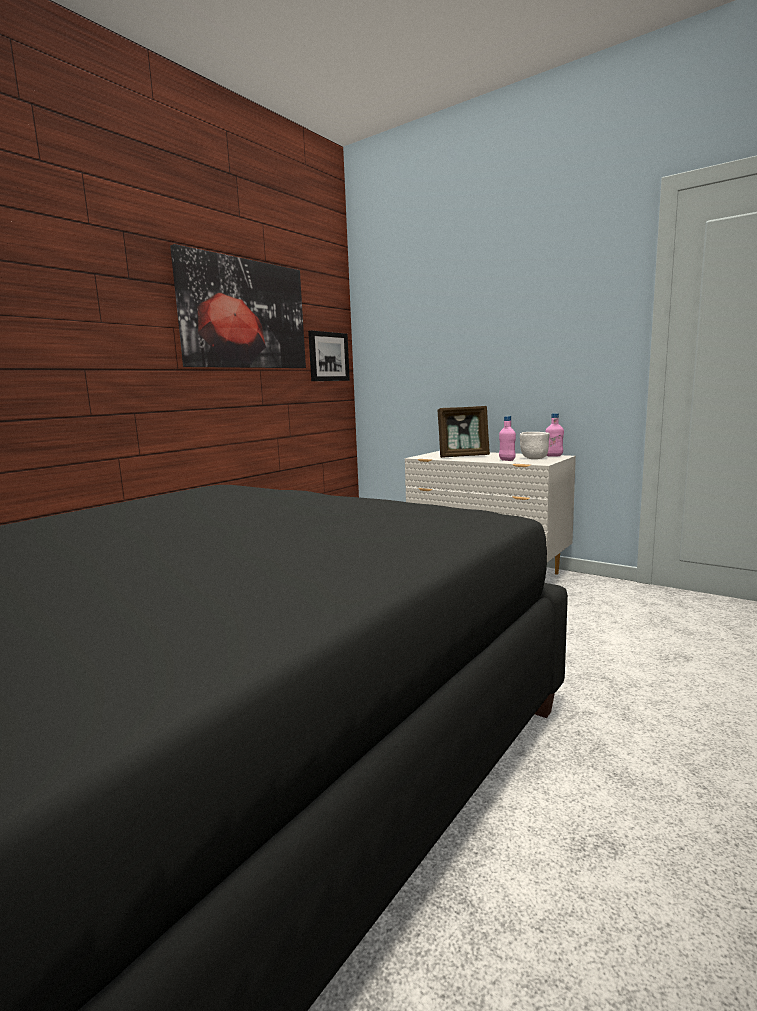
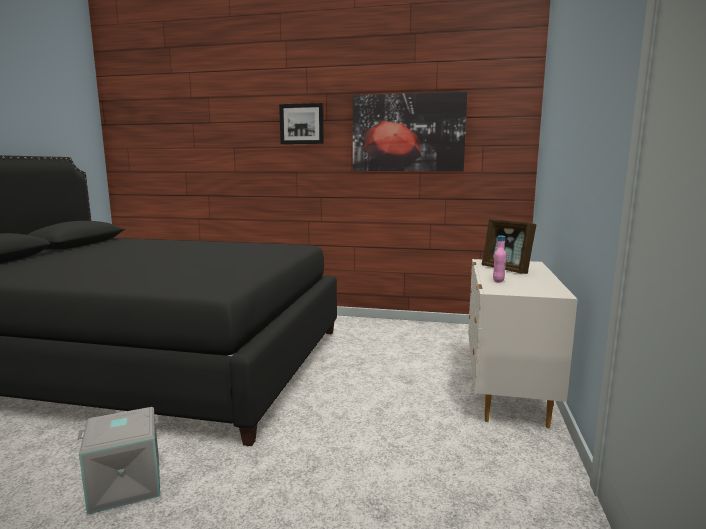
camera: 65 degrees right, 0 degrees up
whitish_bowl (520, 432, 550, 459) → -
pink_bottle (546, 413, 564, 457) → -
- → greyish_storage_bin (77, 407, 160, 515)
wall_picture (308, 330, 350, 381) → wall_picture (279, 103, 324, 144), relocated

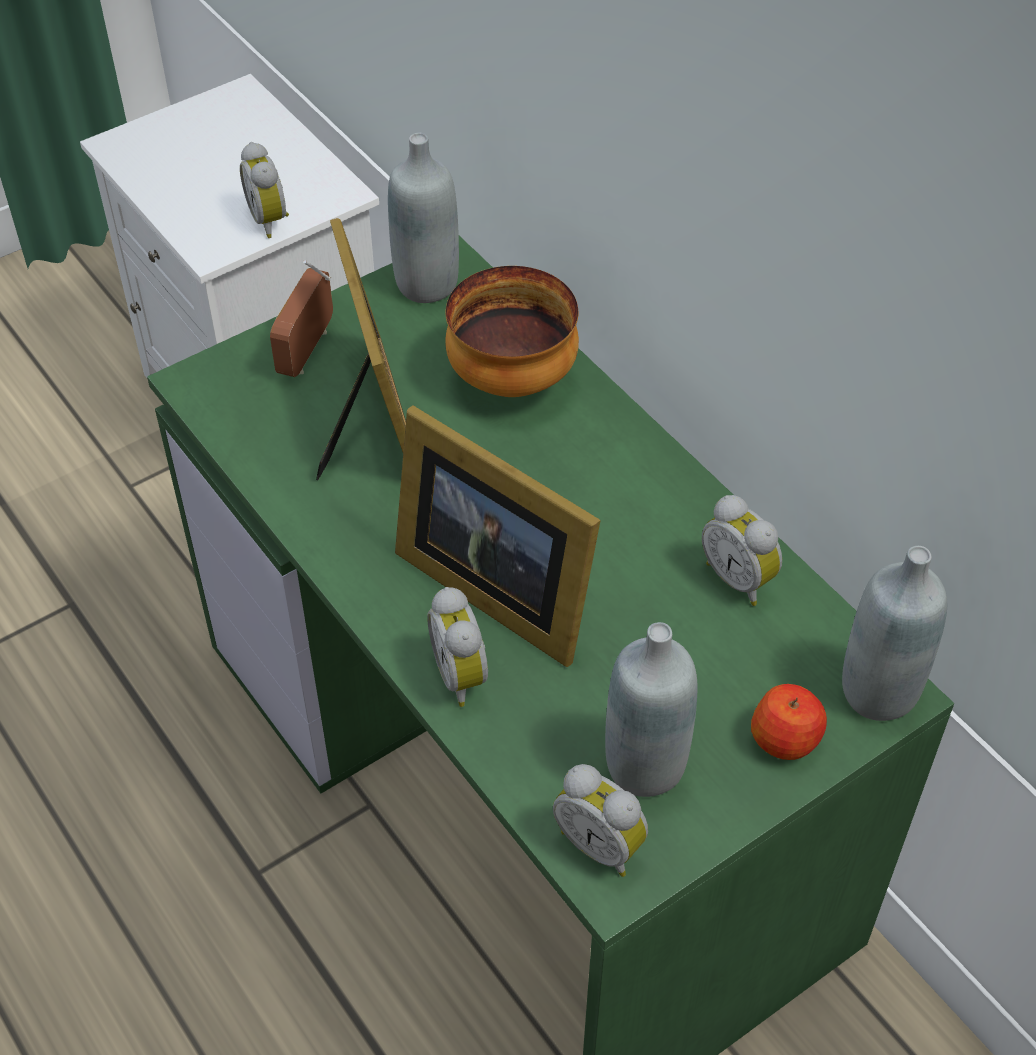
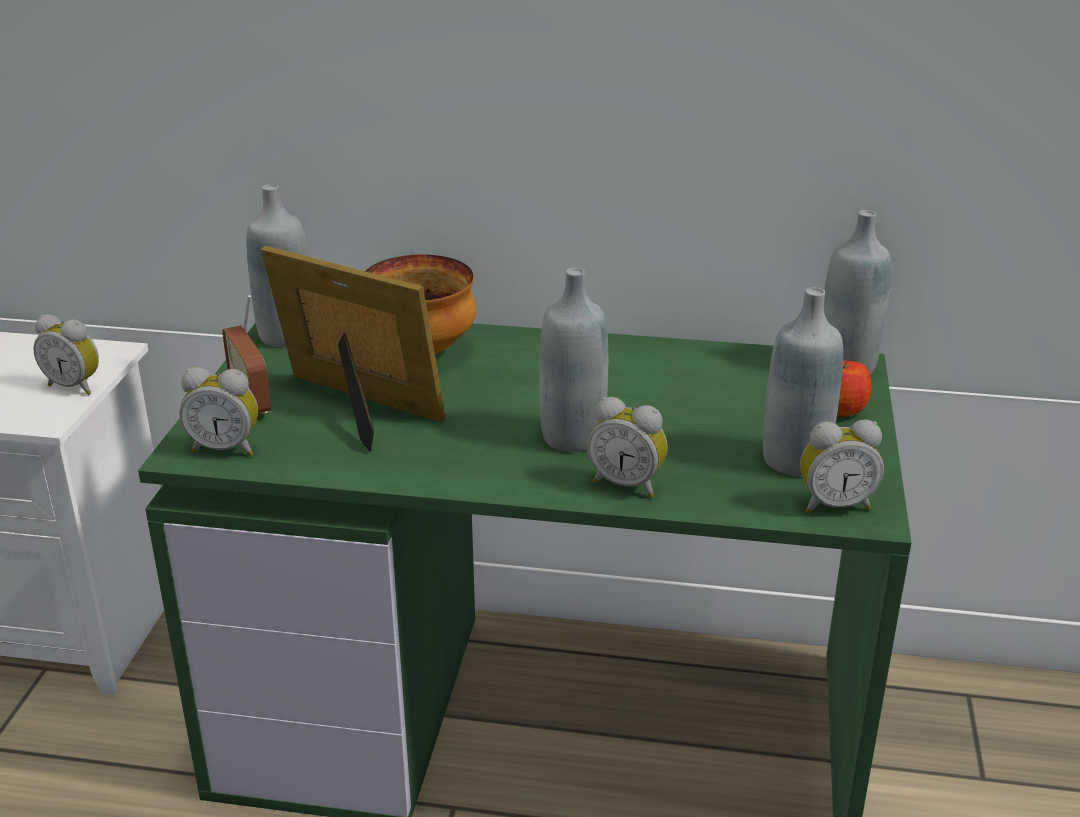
camera: 45 degrees left, 20 degrees down
table_clock (702, 495, 782, 606) → table_clock (179, 367, 258, 456), relocated
picture_frame (395, 405, 601, 667) → greyish_bottle (539, 268, 608, 452)

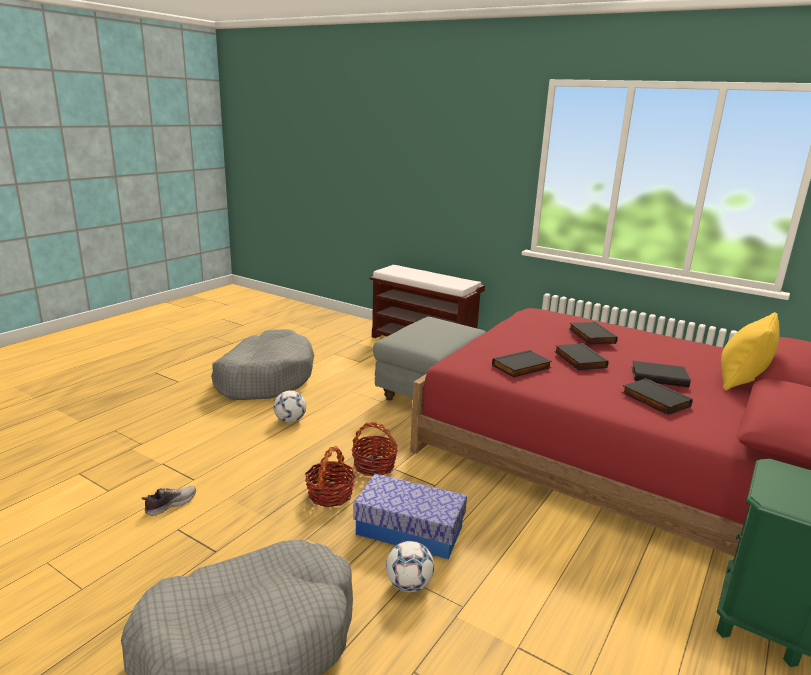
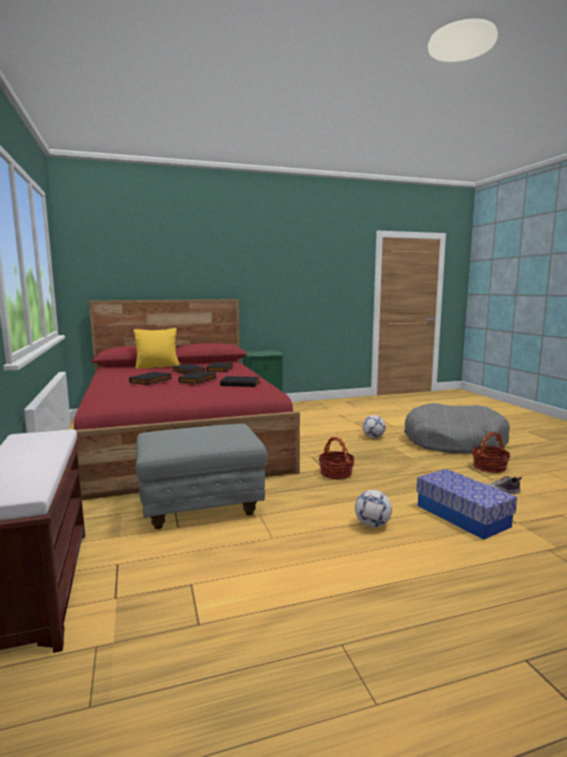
camera: 140 degrees left, 10 degrees down
greyish_pet_bed (211, 329, 314, 400) → -
storage_basket (305, 446, 356, 507) → storage_basket (472, 432, 510, 473), relocated
storage_bin (353, 474, 467, 559) → storage_bin (416, 469, 517, 540), relocated

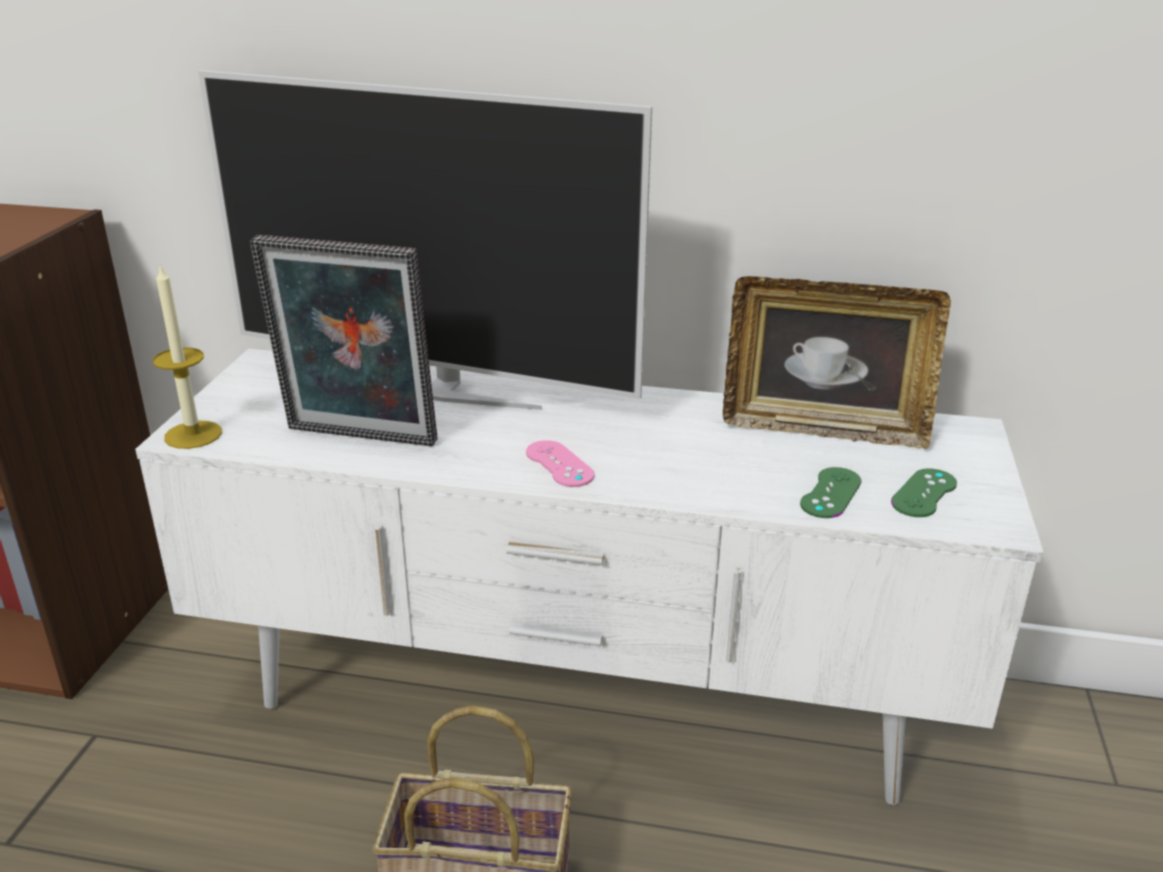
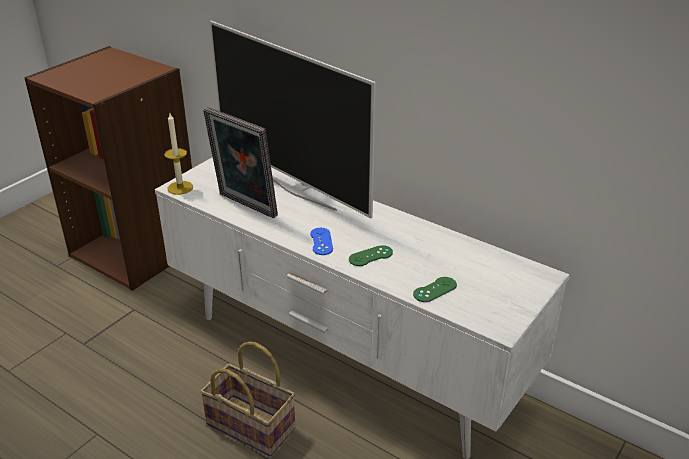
camera: 25 degrees right, 5 degrees up
picture_frame (723, 276, 951, 449) → -
greenish_game_controller (891, 469, 957, 517) → greenish_game_controller (349, 245, 393, 266), relocated
pink_game_controller (526, 440, 595, 487) → blue_game_controller (310, 228, 333, 255)

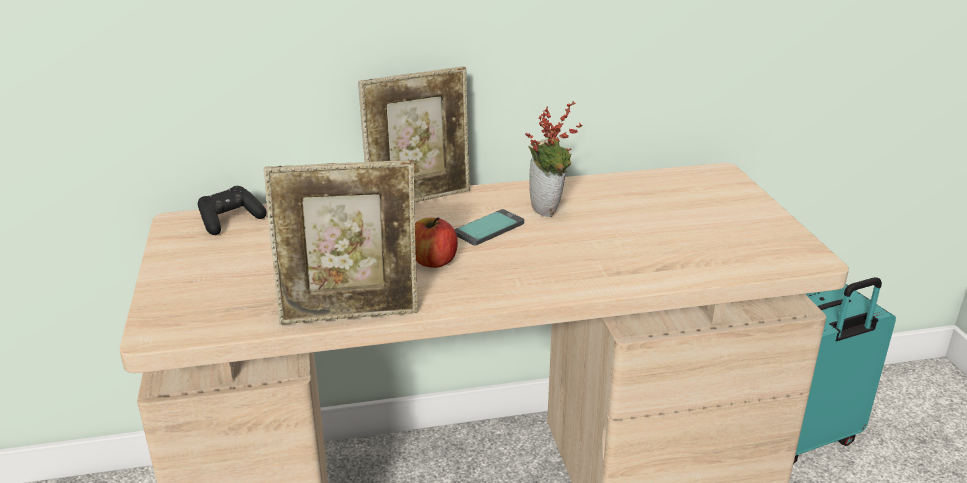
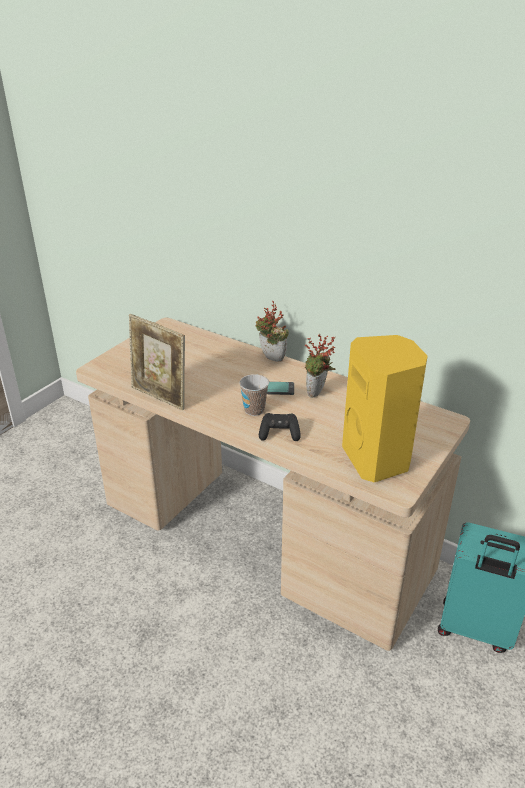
camera: 45 degrees right, 5 degrees up
whole_apple (415, 217, 458, 268) → -
- → cup (239, 374, 269, 416)
- → yellow_speaker (342, 335, 428, 482)
black-coloured_game_controller (198, 186, 267, 235) → black-coloured_game_controller (259, 413, 301, 441), relocated
picture_frame (358, 67, 470, 203) → houseplant (255, 301, 289, 362)

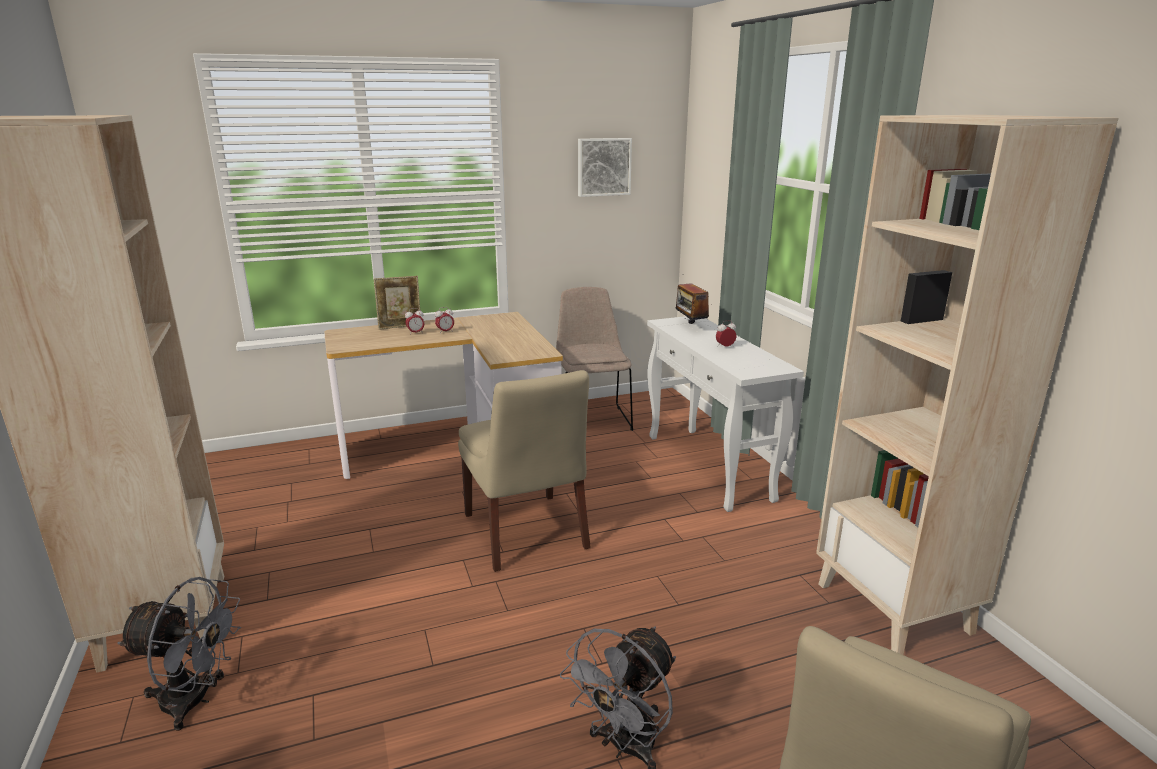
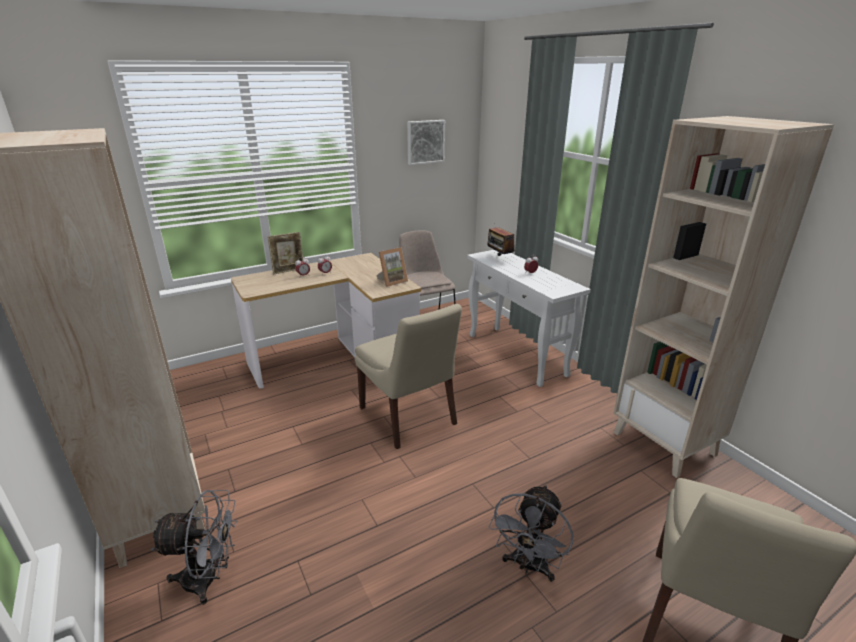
camera: 10 degrees left, 5 degrees up
- → picture_frame (376, 247, 408, 287)

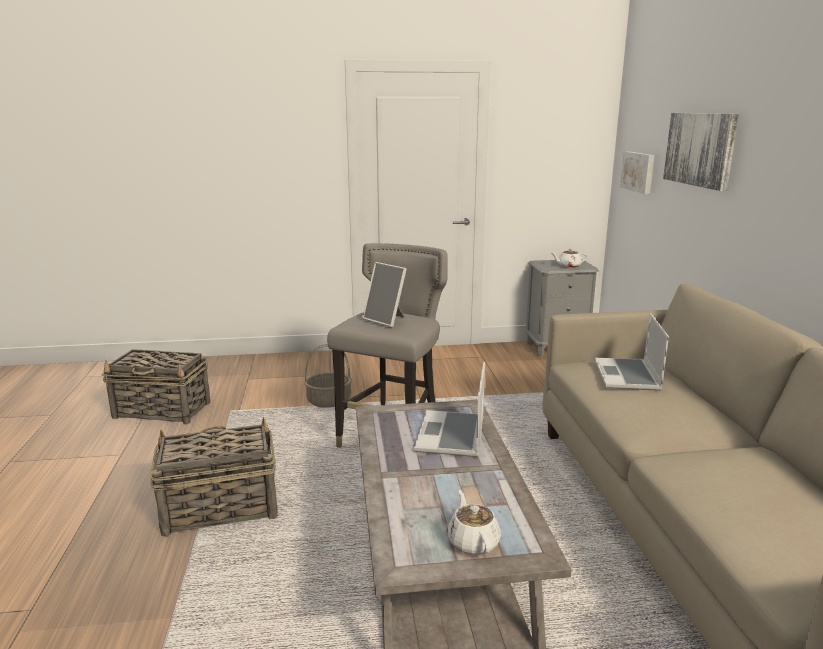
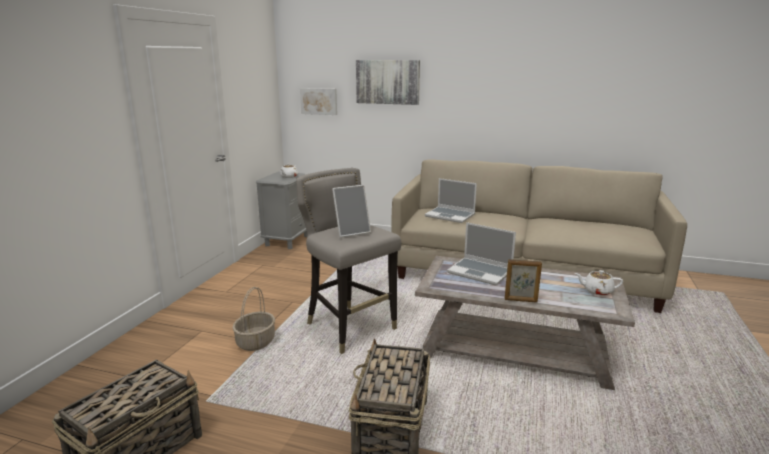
camera: 65 degrees left, 0 degrees up
- → picture_frame (505, 259, 542, 303)

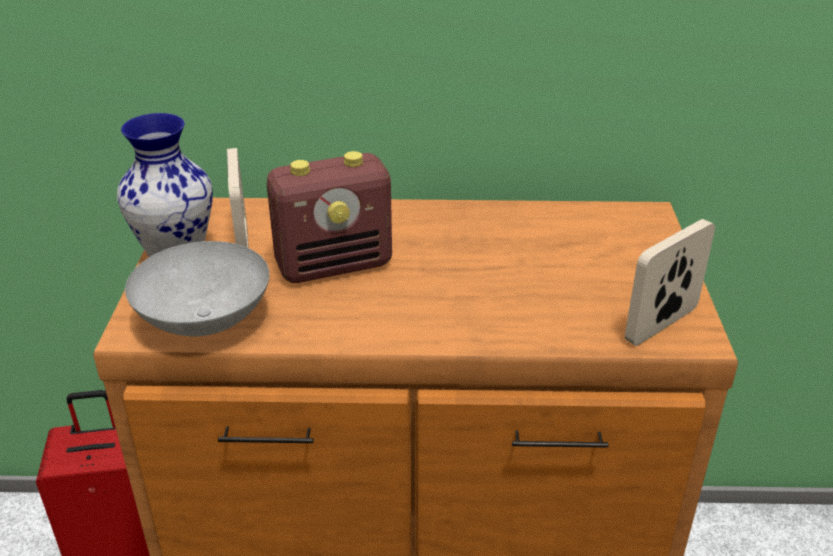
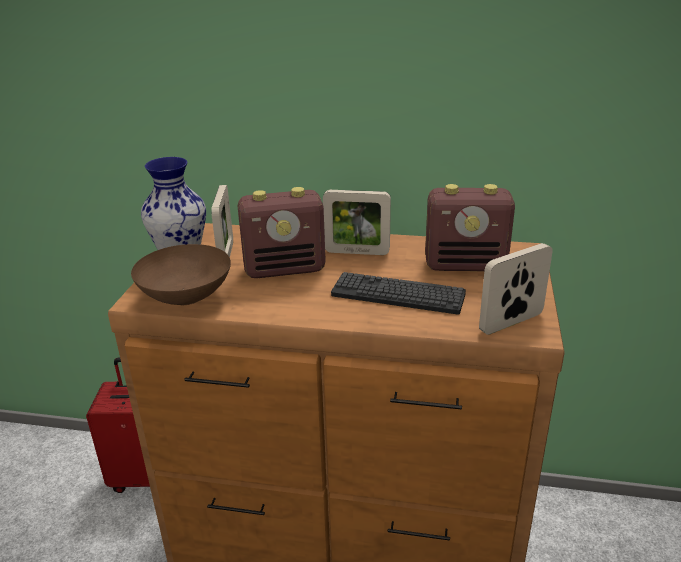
camera: 10 degrees right, 5 degrees down
- → picture_frame (323, 190, 391, 255)
- → PC_keyboard (331, 272, 466, 314)
- → radio (425, 184, 515, 271)
greyish_bowl (125, 241, 269, 336) → brown-coloured_bowl (131, 244, 231, 305)

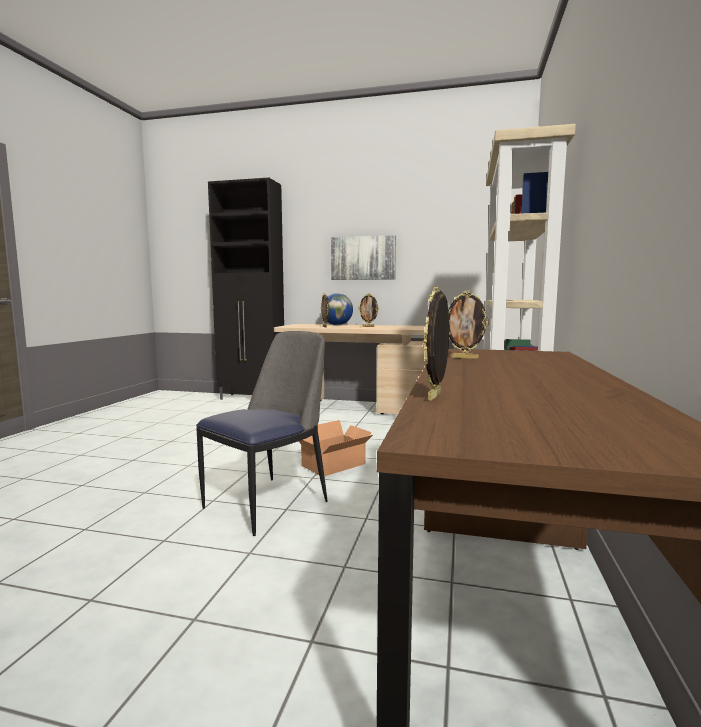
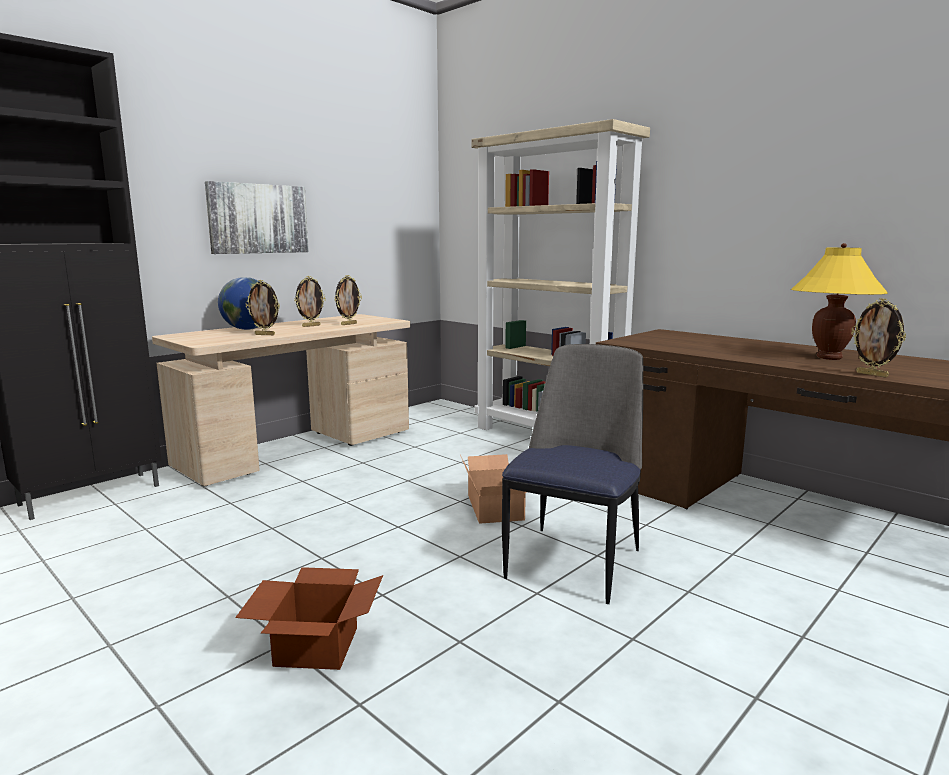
camera: 60 degrees left, 5 degrees up
- → packing_box (235, 567, 383, 670)
- → yellow_tabletop_lamp (791, 243, 888, 360)
picture_frame (449, 290, 489, 359) → picture_frame (335, 275, 362, 325), relocated
upright_chair (196, 331, 328, 536) → upright_chair (502, 344, 643, 604), 45 degrees clockwise

